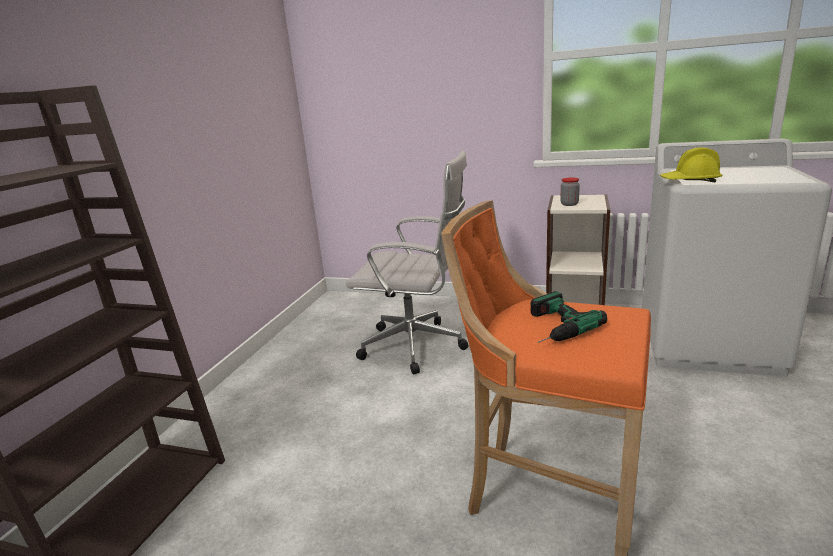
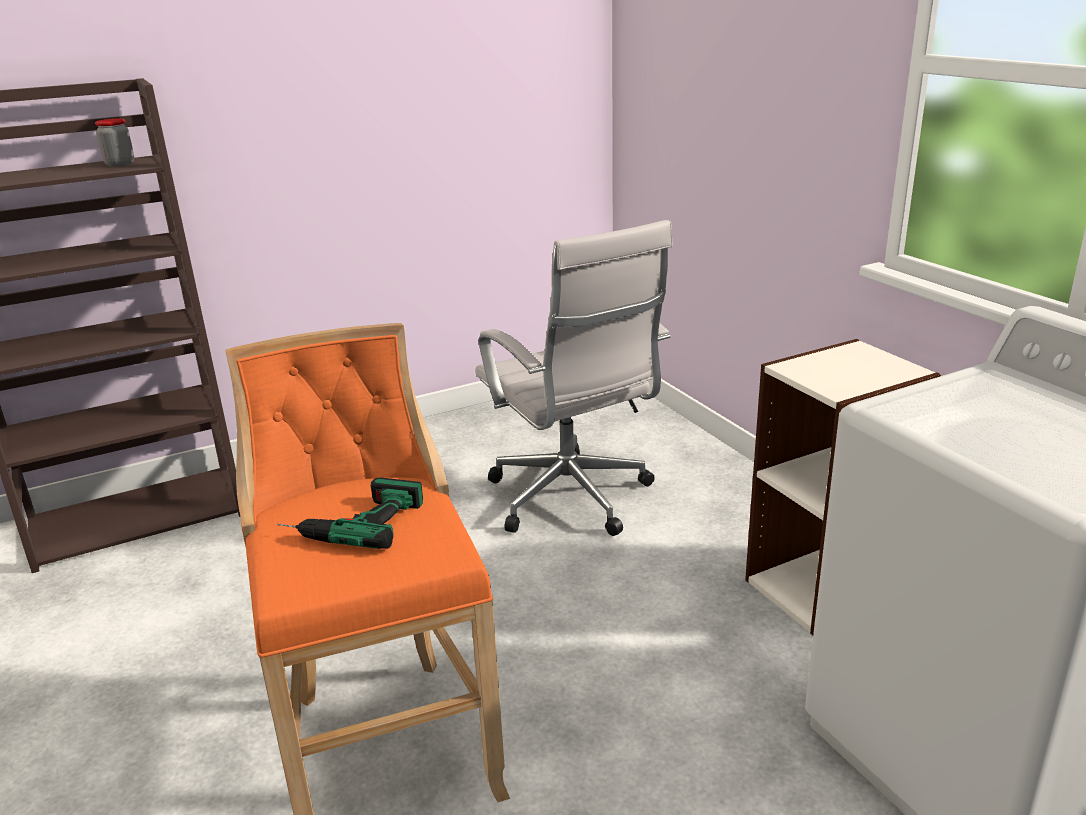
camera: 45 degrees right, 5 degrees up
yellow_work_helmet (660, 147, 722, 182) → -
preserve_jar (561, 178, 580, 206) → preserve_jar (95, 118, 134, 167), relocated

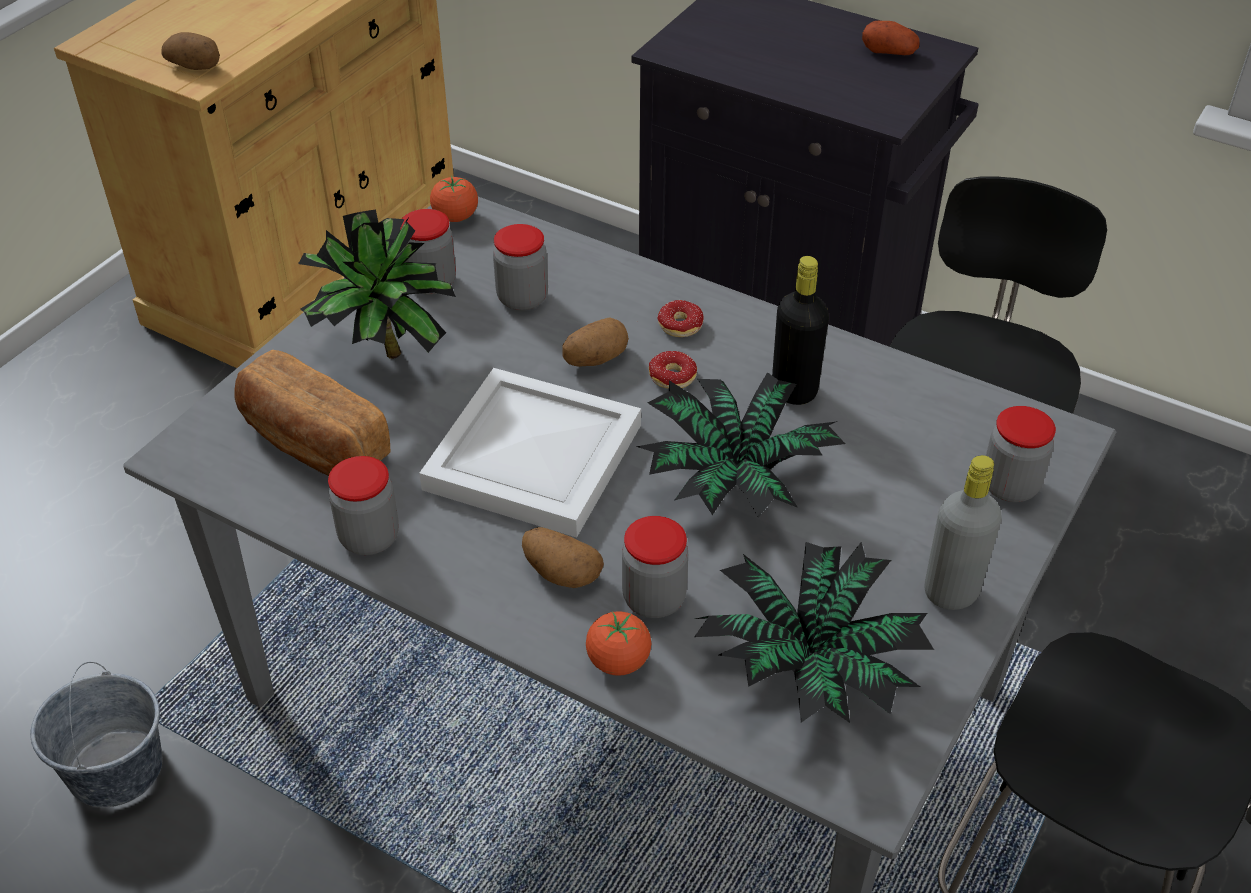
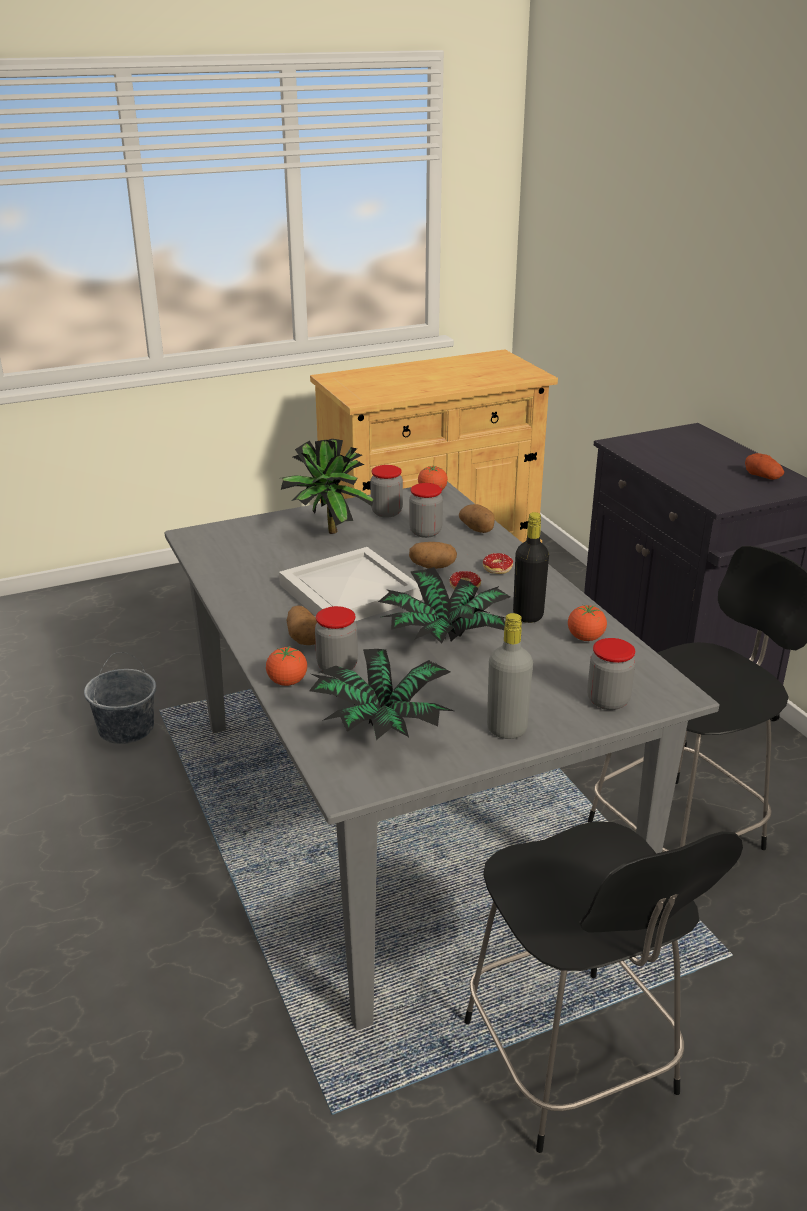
camera: 35 degrees right, 15 degrees down
bakery_bread (234, 350, 391, 476) → -
preserve_jar (328, 456, 399, 555) → -
- → fresh_tomato (568, 605, 607, 641)
potato (161, 32, 220, 70) → potato (459, 504, 495, 533), relocated

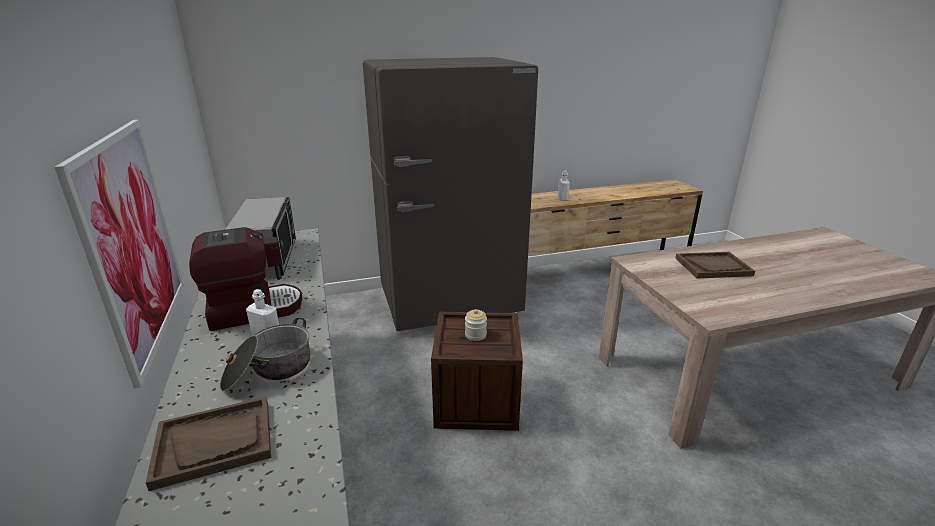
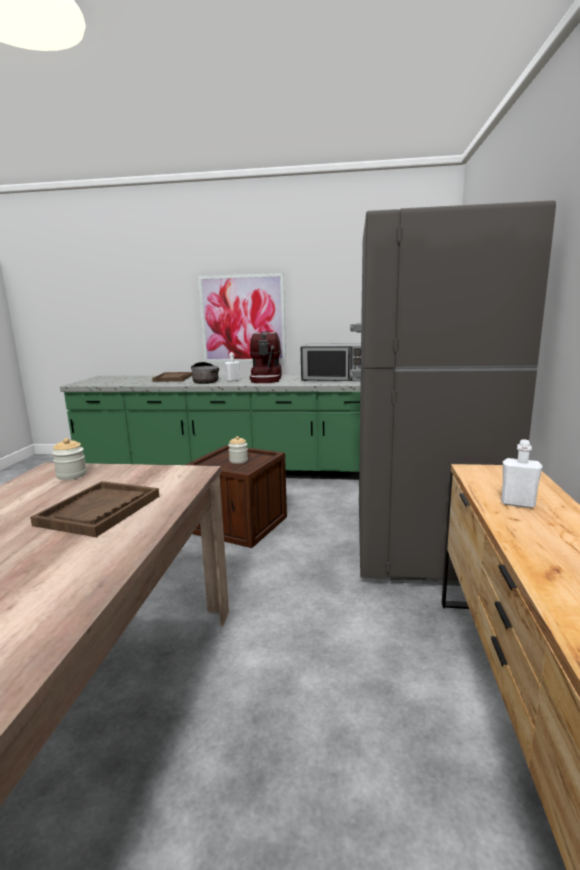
camera: 115 degrees right, 10 degrees down
- → preserve_jar (52, 438, 87, 480)

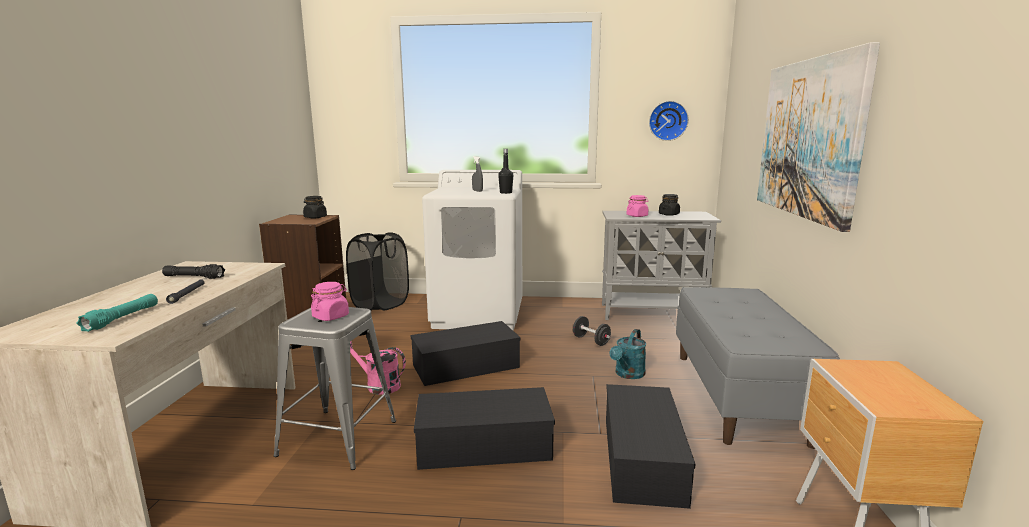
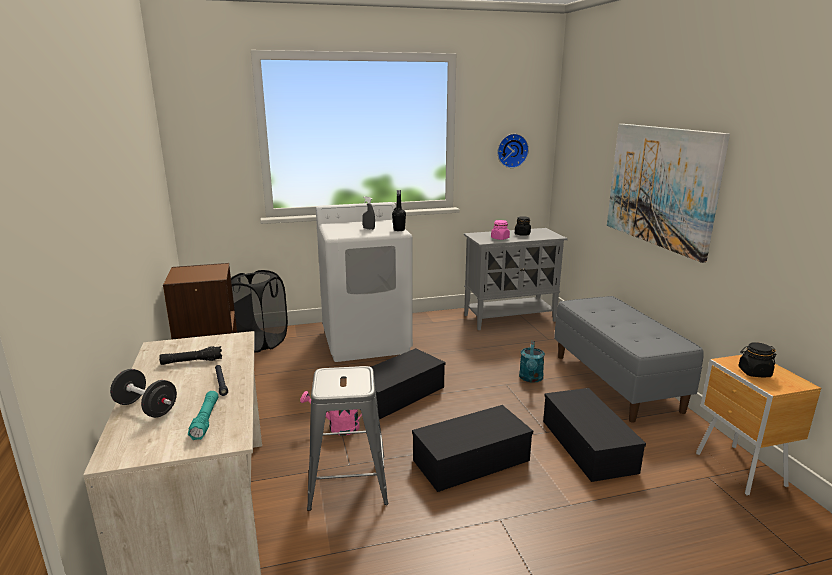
camera: 20 degrees left, 5 degrees up
pink_preserve_jar (311, 282, 349, 321) → -
black-coloured_preserve_jar (303, 196, 327, 219) → black-coloured_preserve_jar (738, 342, 776, 377), relocated
black-coloured_hand_weight (573, 316, 611, 346) → black-coloured_hand_weight (110, 369, 177, 418), relocated

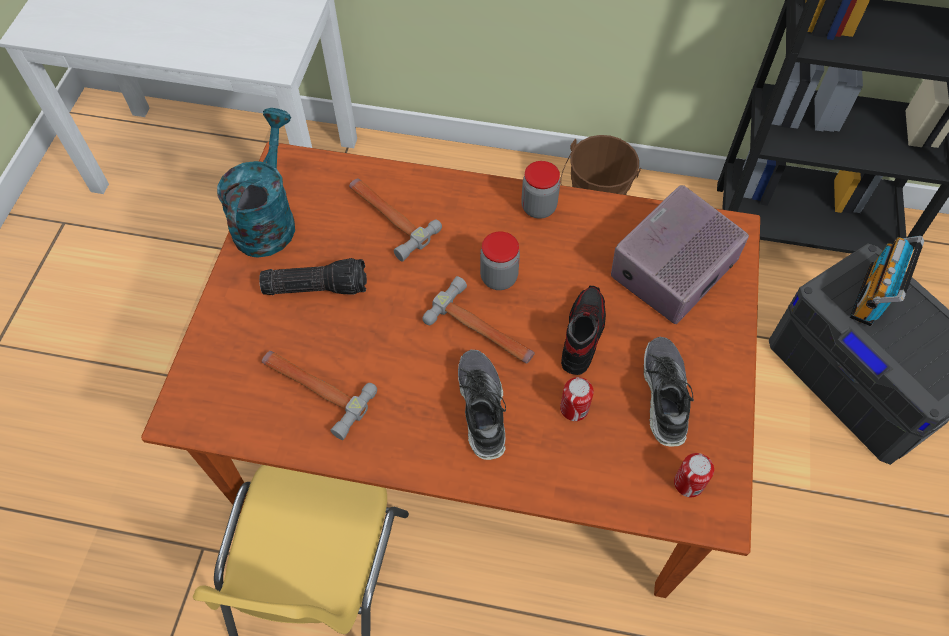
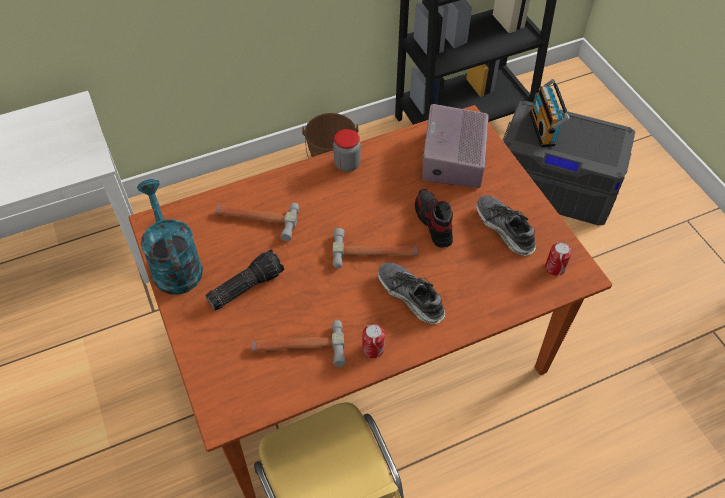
camera: 35 degrees left, 5 degrees down
preserve_jar (480, 231, 520, 290) → -
sealed_can (560, 377, 594, 421) → sealed_can (362, 324, 385, 358), relocated

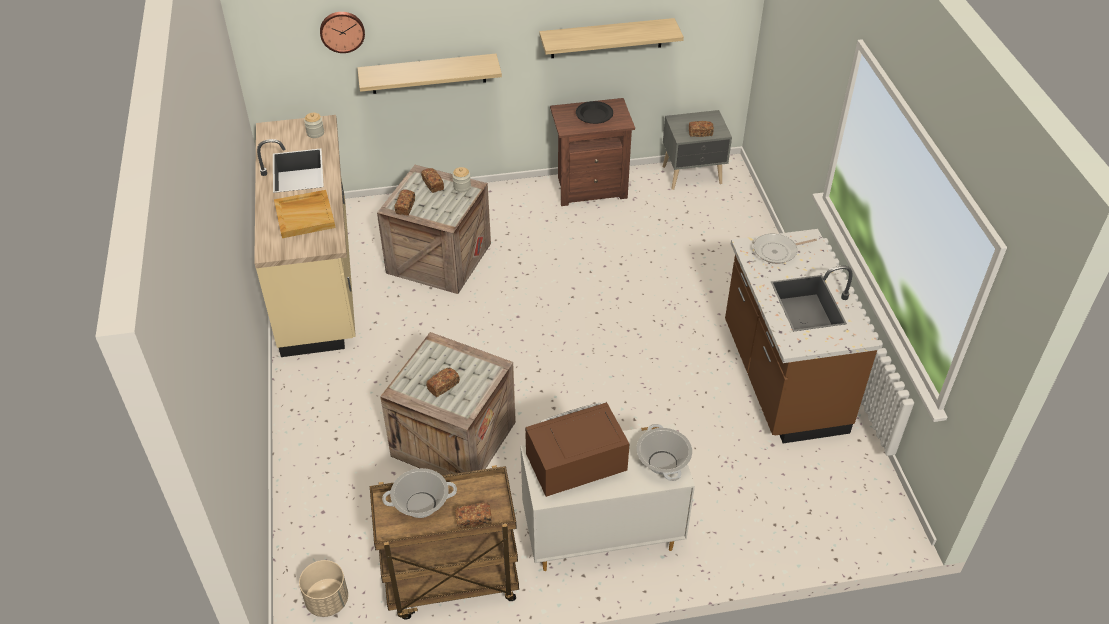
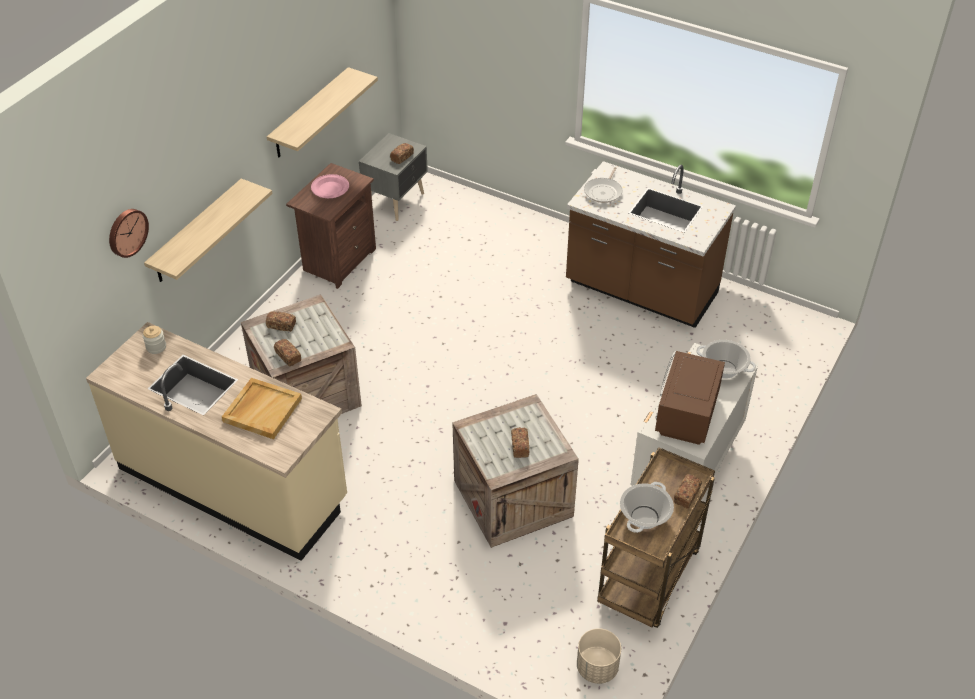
camera: 50 degrees left, 0 degrees up
preserve_jar (452, 167, 471, 192) → -
black-coloured_flat_dish (576, 101, 613, 124) → pink_flat_dish (311, 174, 349, 198)

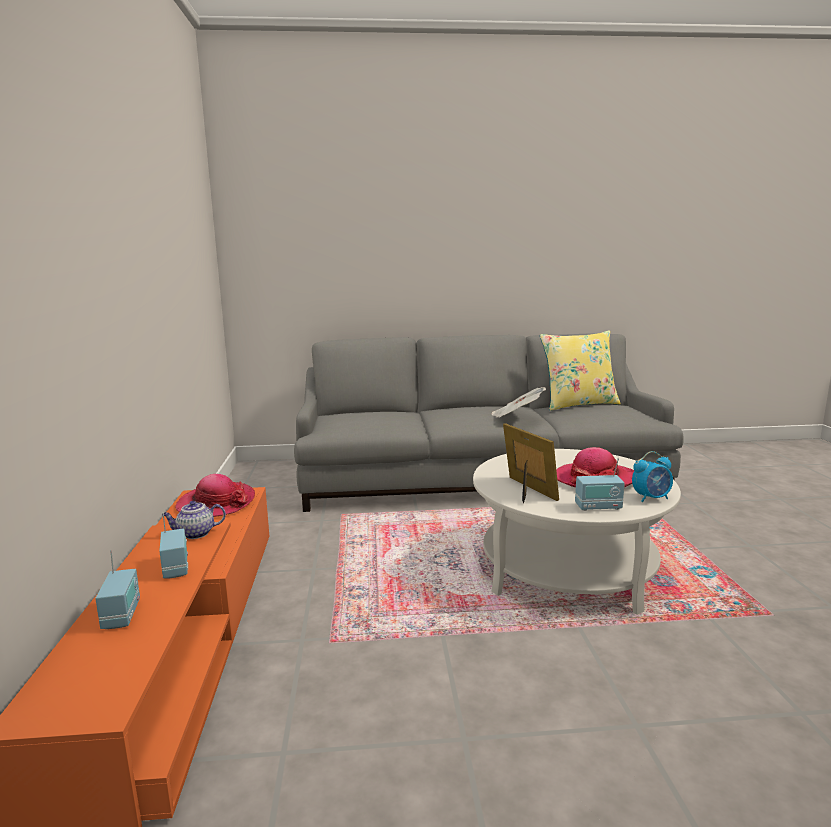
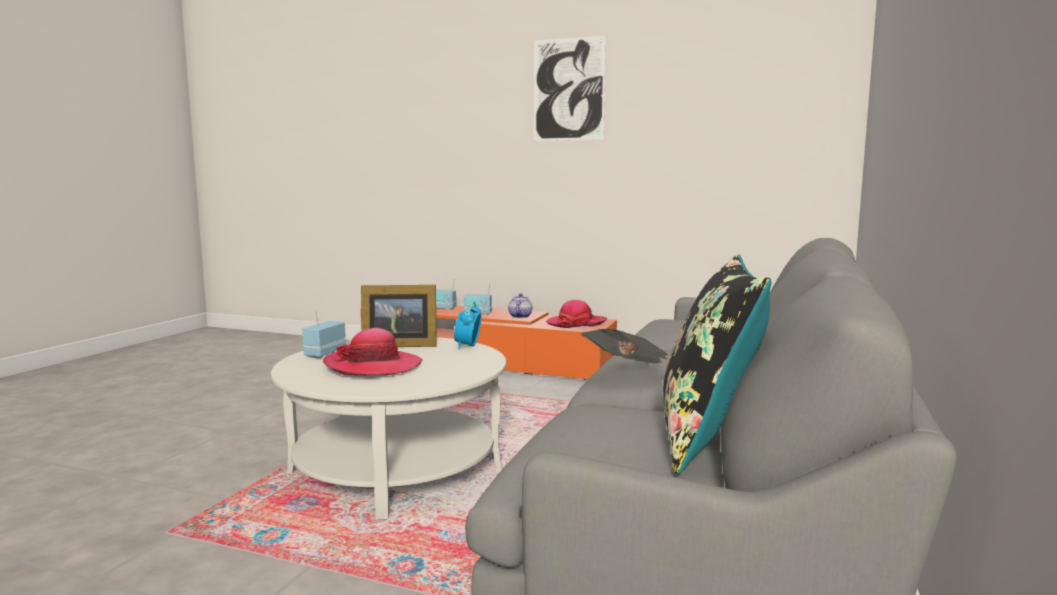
camera: 115 degrees right, 5 degrees down
- → wall_picture (534, 35, 606, 141)
table_clock (632, 451, 673, 503) → table_clock (454, 301, 481, 350), relocated
yellow_cushion (540, 330, 621, 411) → black-coloured_cushion (663, 254, 772, 475)

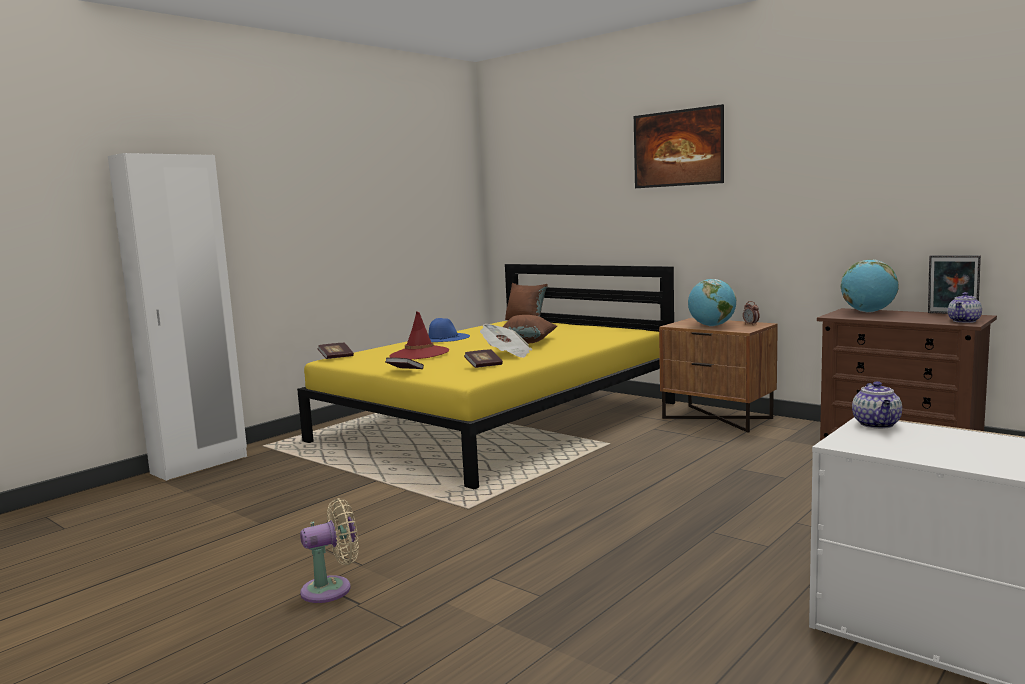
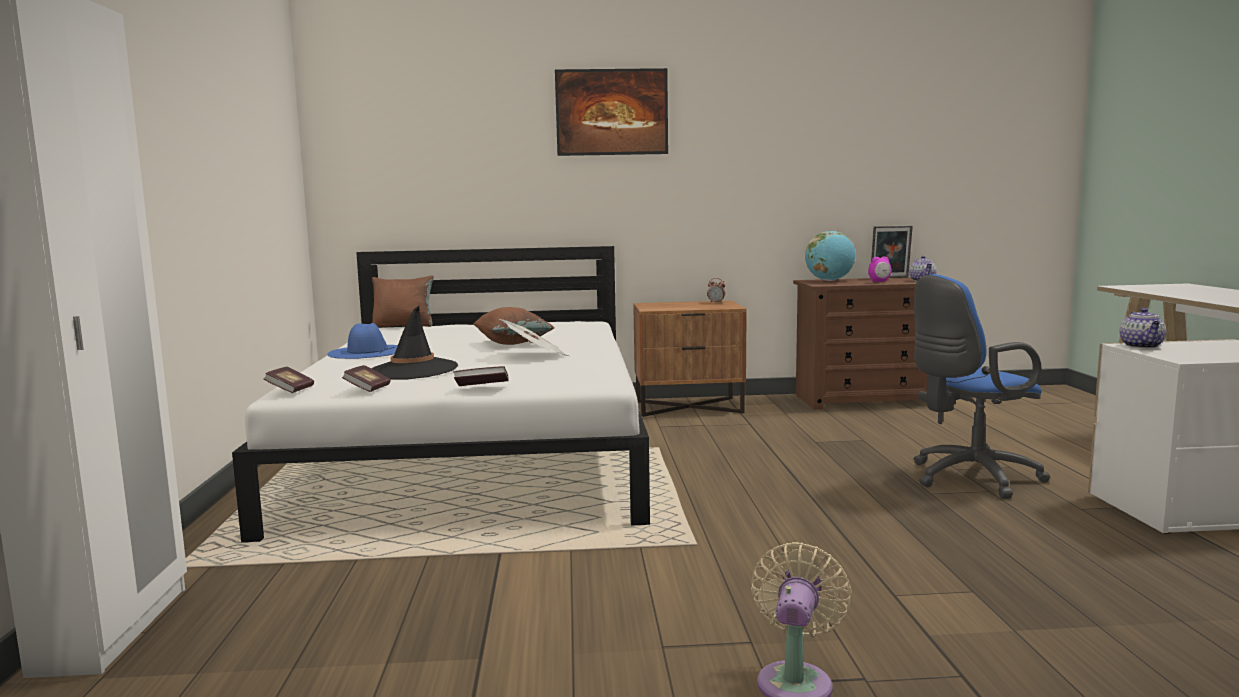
camera: 45 degrees left, 0 degrees up
globe (688, 279, 736, 327) → -
- → table_clock (868, 256, 891, 282)
- → blue_desk_chair (913, 274, 1050, 499)
book (464, 349, 503, 368) → book (342, 365, 391, 392), relocated
yellow_bedroom_bed (297, 264, 675, 490) → whitish_bedroom_bed (232, 246, 650, 542)
red_hat (390, 311, 449, 359) → black-coloured_hat (371, 306, 458, 379)
teapot (852, 381, 902, 429) → teapot (1119, 308, 1166, 348), 45 degrees clockwise

